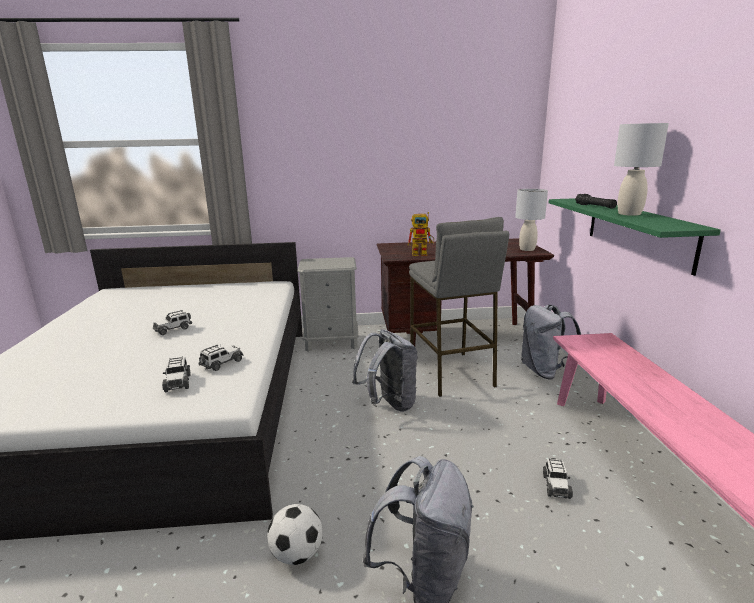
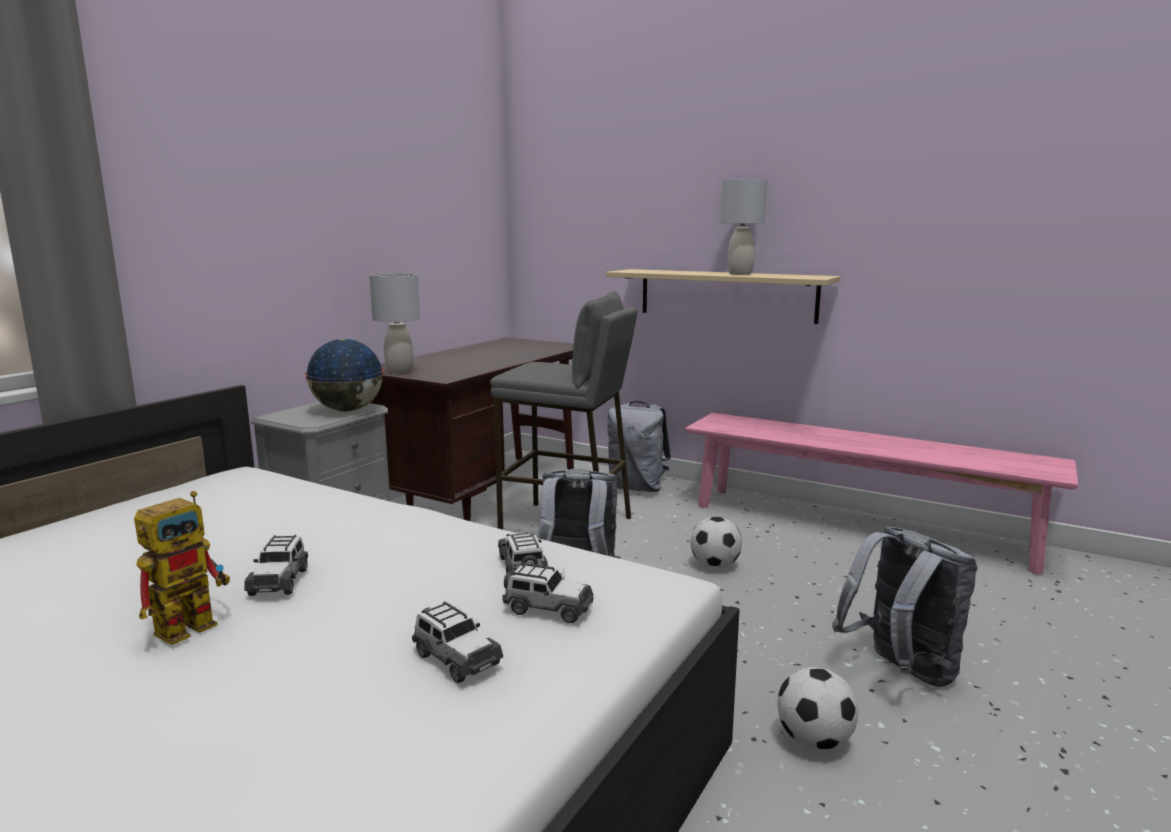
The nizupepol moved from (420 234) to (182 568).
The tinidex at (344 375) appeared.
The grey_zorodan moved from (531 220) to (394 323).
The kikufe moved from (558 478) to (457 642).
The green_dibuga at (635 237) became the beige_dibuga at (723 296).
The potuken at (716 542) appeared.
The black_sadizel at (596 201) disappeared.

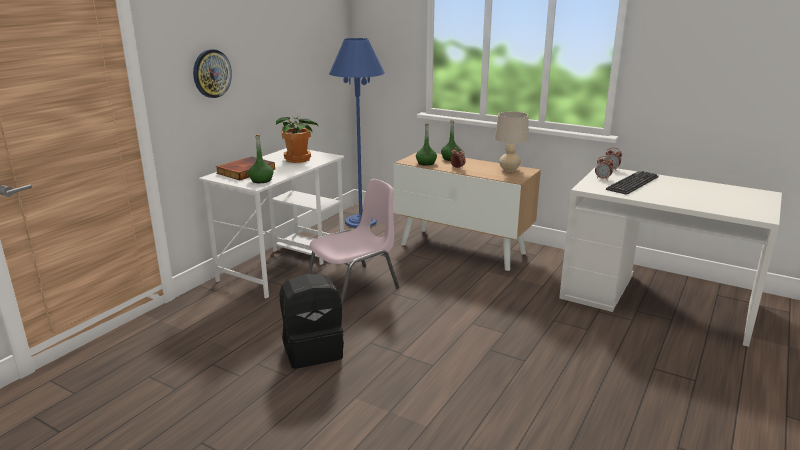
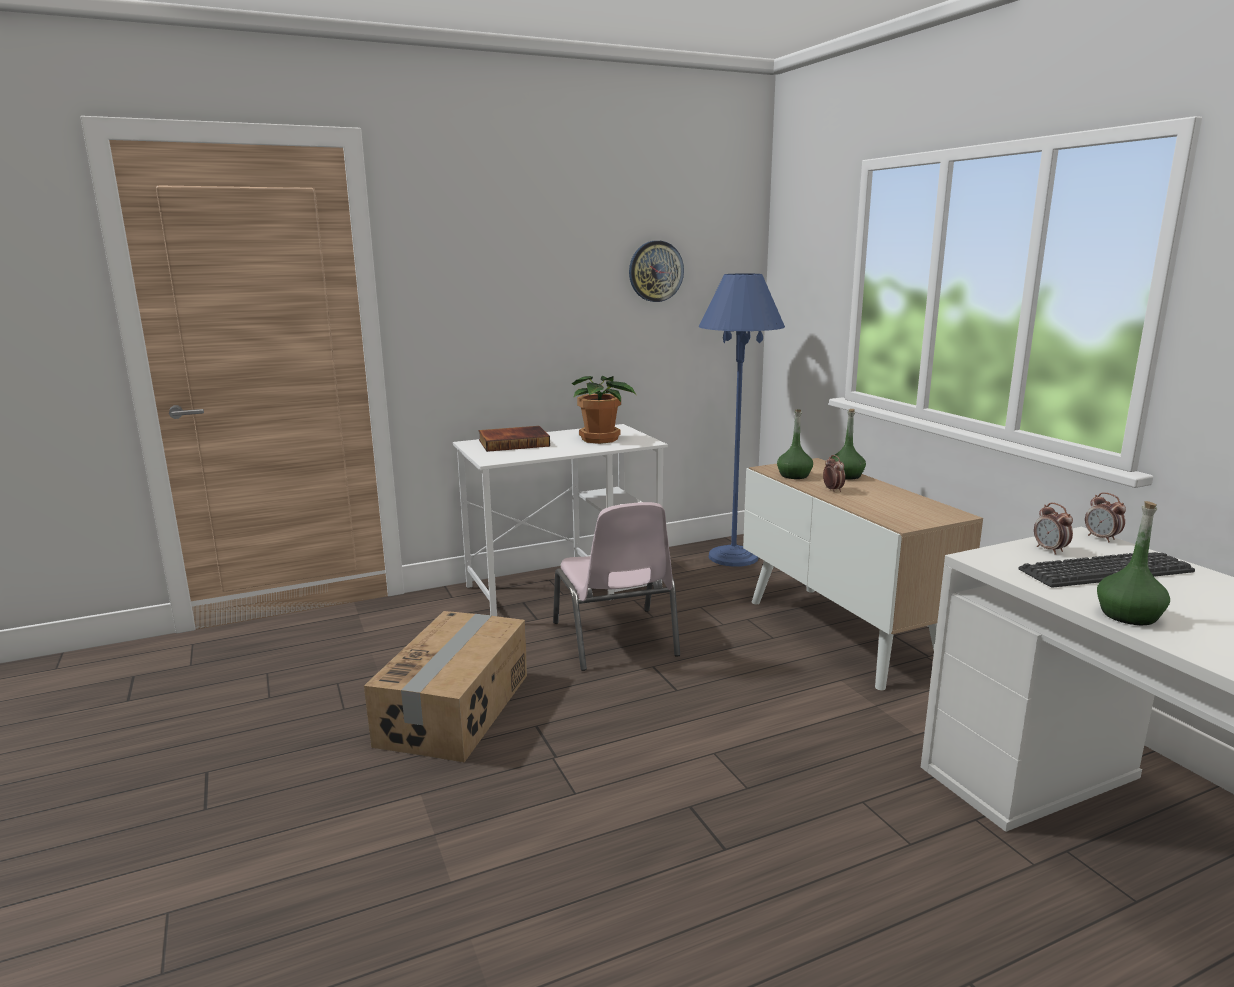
The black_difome at (312 321) was replaced by the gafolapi at (445 686).
The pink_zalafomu at (353 243) turned 75 degrees clockwise.
The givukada moved from (212 73) to (656 271).
The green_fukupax moved from (261 158) to (1133 563).
The beige_zorodan at (512 141) disappeared.

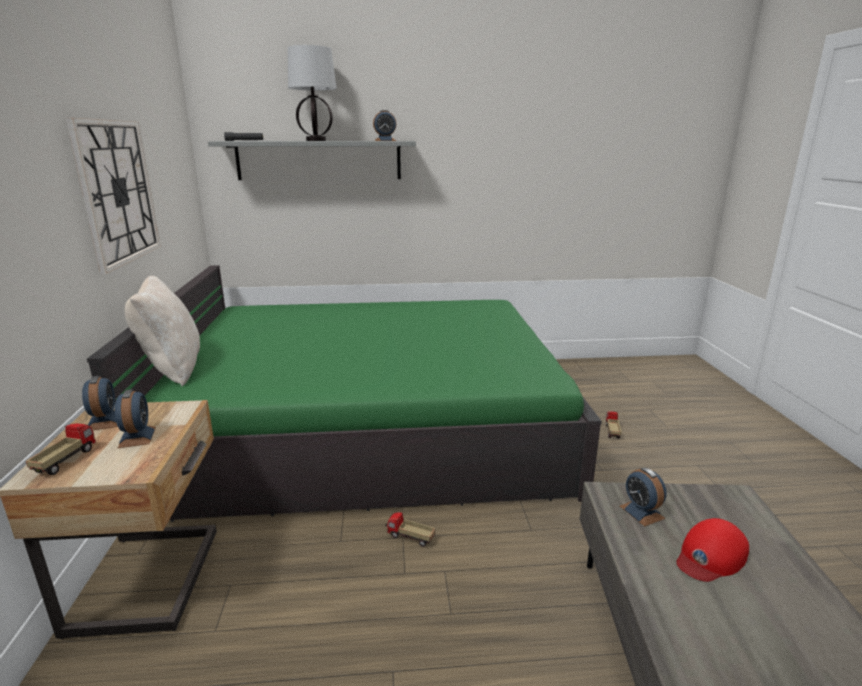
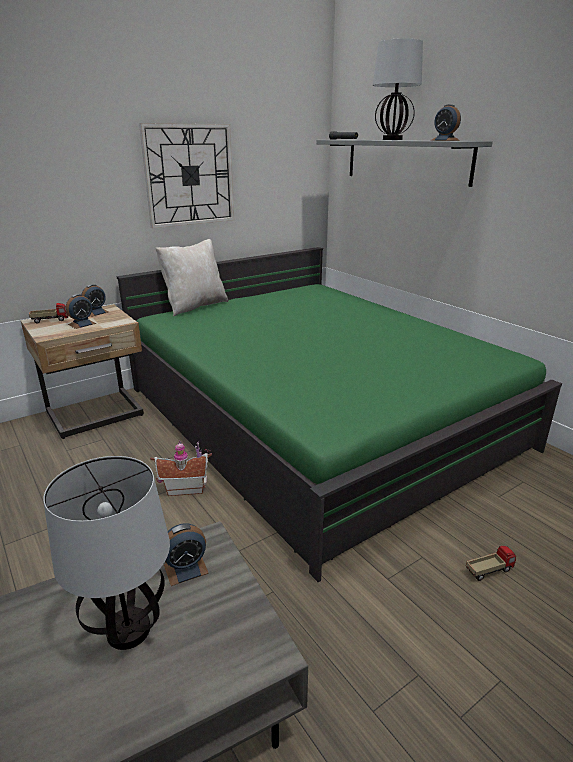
The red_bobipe at (712 550) was replaced by the zorodan at (106 553).
The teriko at (410 529) was replaced by the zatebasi at (181 468).
The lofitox at (643 497) turned 150 degrees counterclockwise.

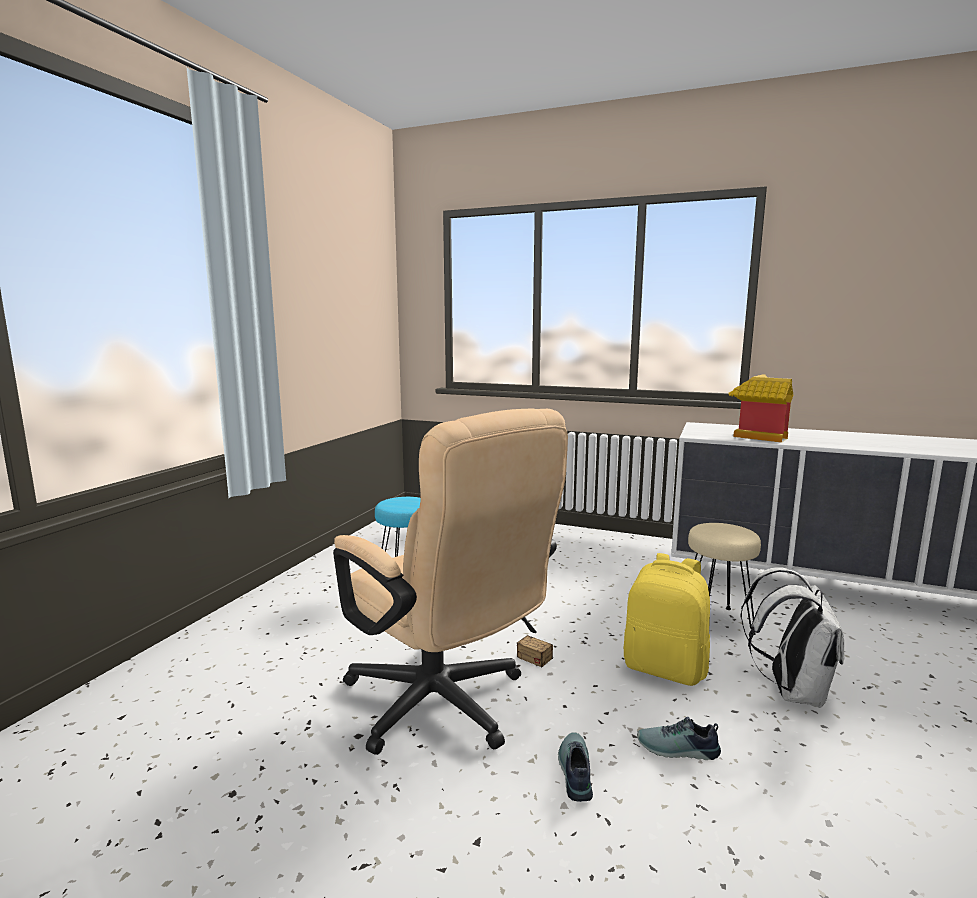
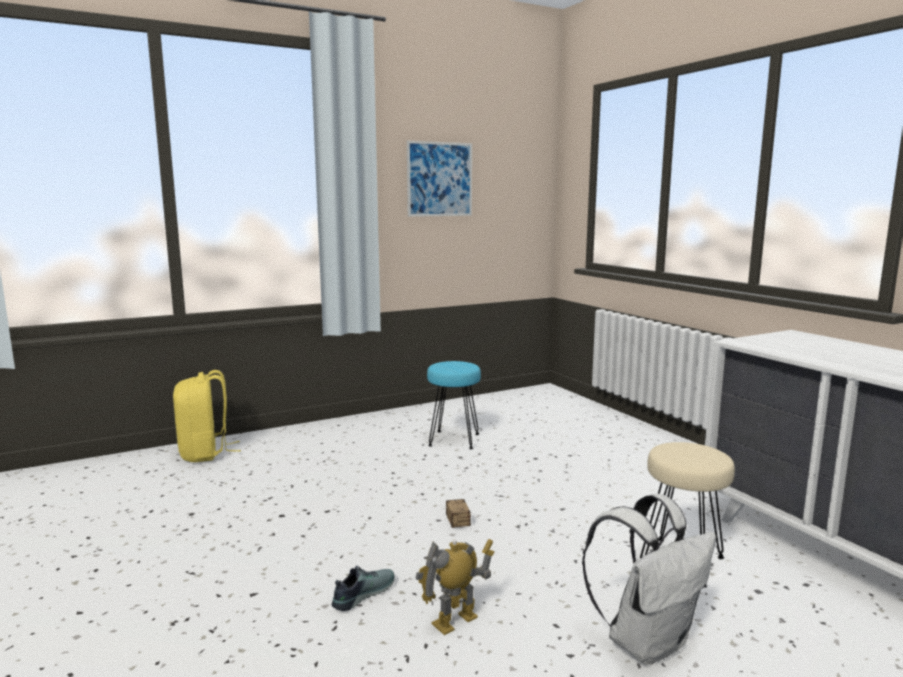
The yellow_difome moved from (667 619) to (207 416).
The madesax at (439 179) appeared.
The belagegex at (679 738) was replaced by the nizupepol at (454 587).
The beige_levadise at (450 581) disappeared.
The zatebasi at (760 408) disappeared.

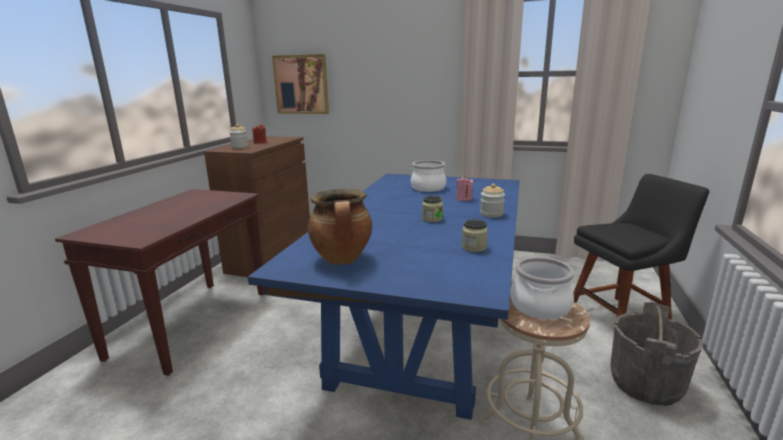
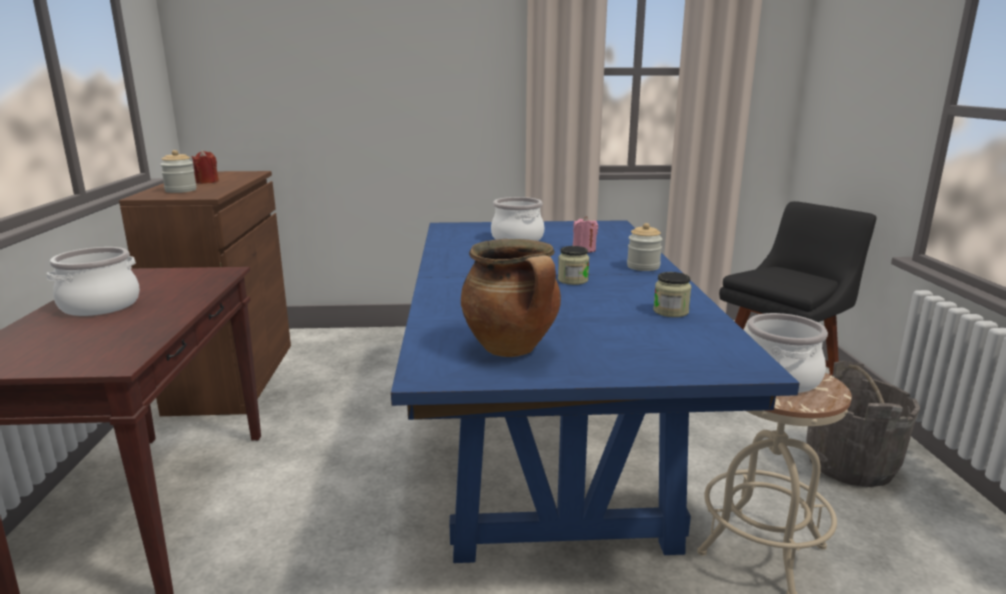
The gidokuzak at (93 281) appeared.
The madesax at (300 84) disappeared.

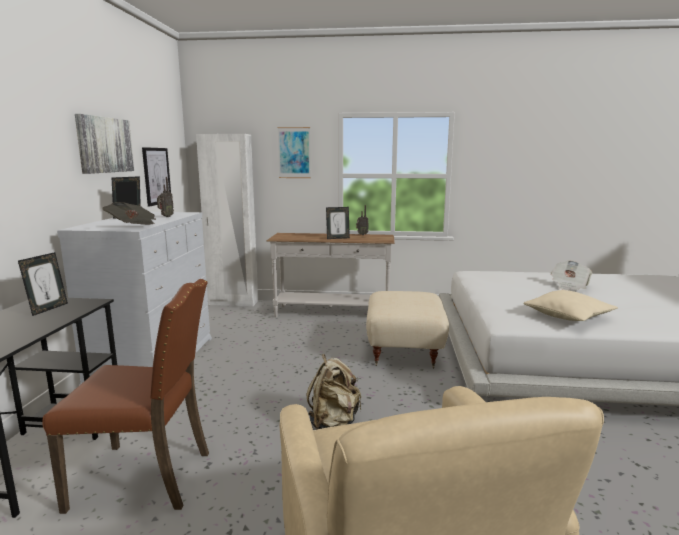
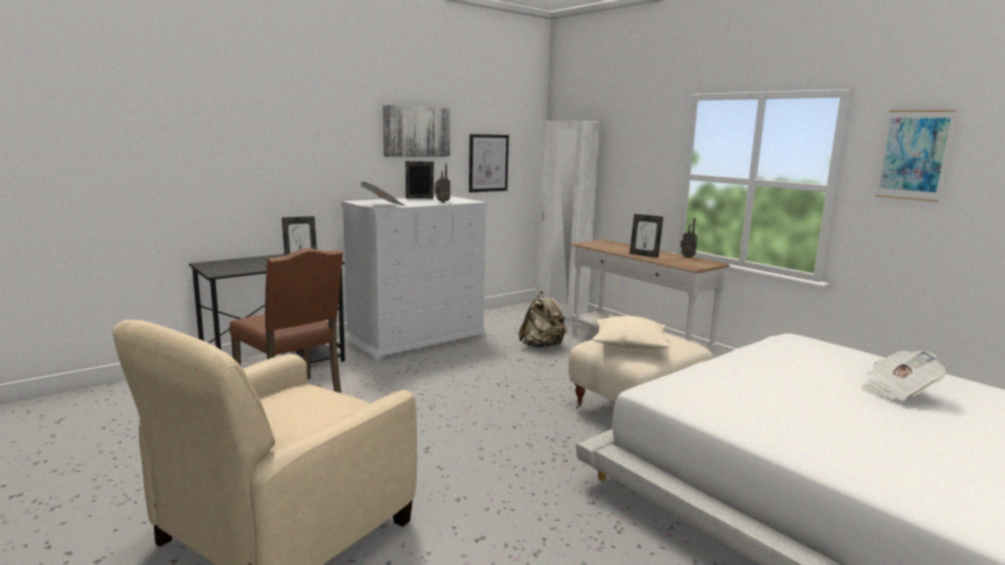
The beige_difome moved from (334 392) to (543 319).
The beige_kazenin moved from (570 305) to (631 332).
The madesax moved from (294 152) to (915 156).

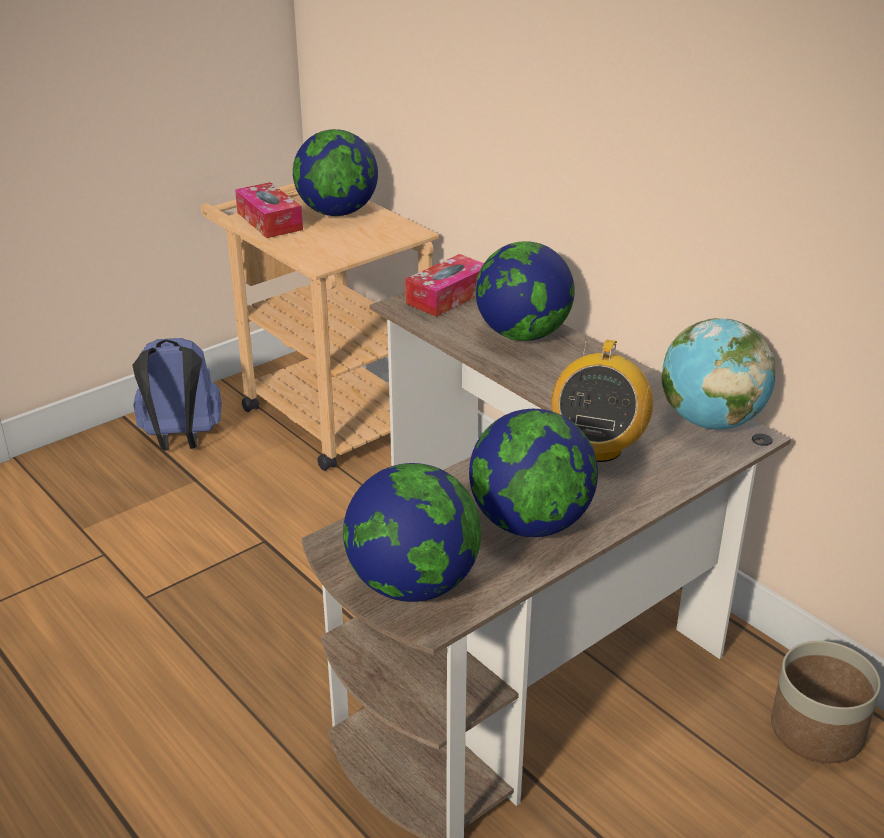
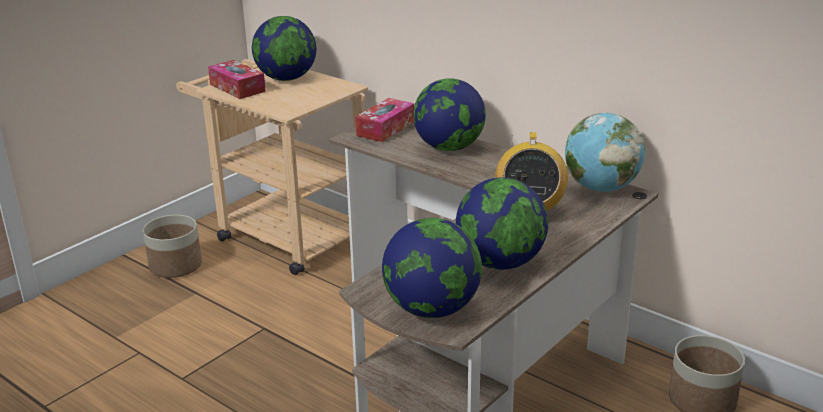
The blue_difome at (177 394) was replaced by the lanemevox at (172 246).

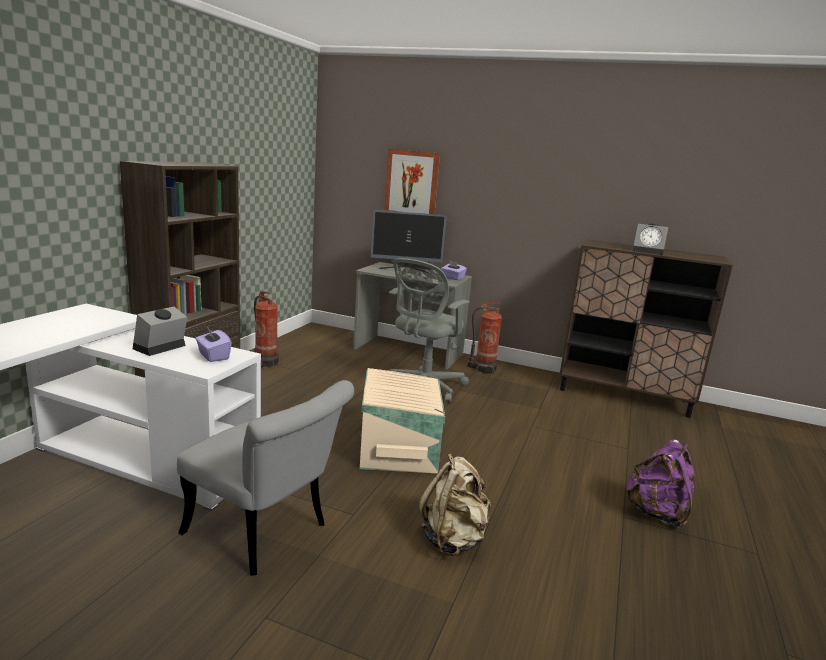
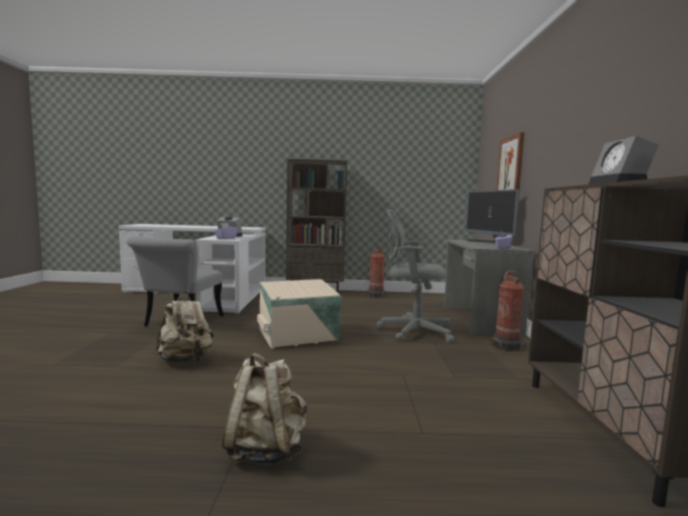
The purple_difome at (660 483) became the beige_difome at (264 409).

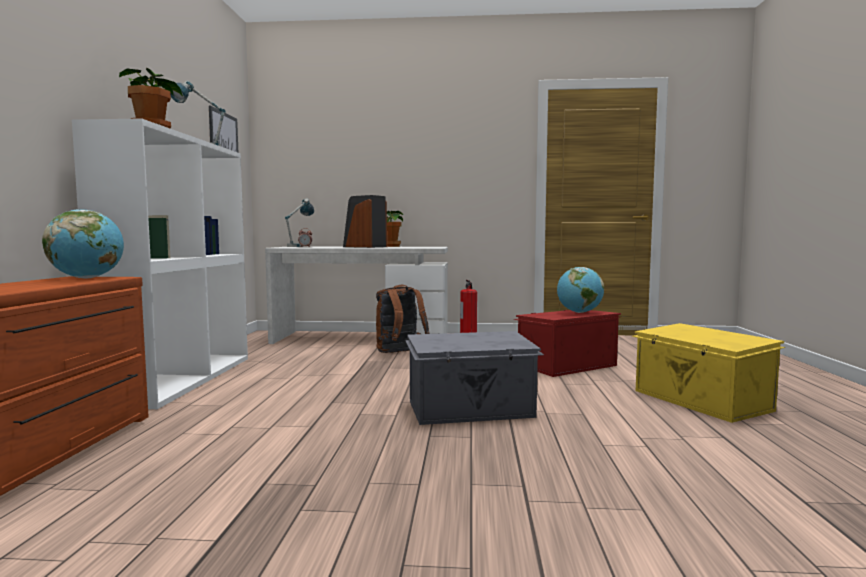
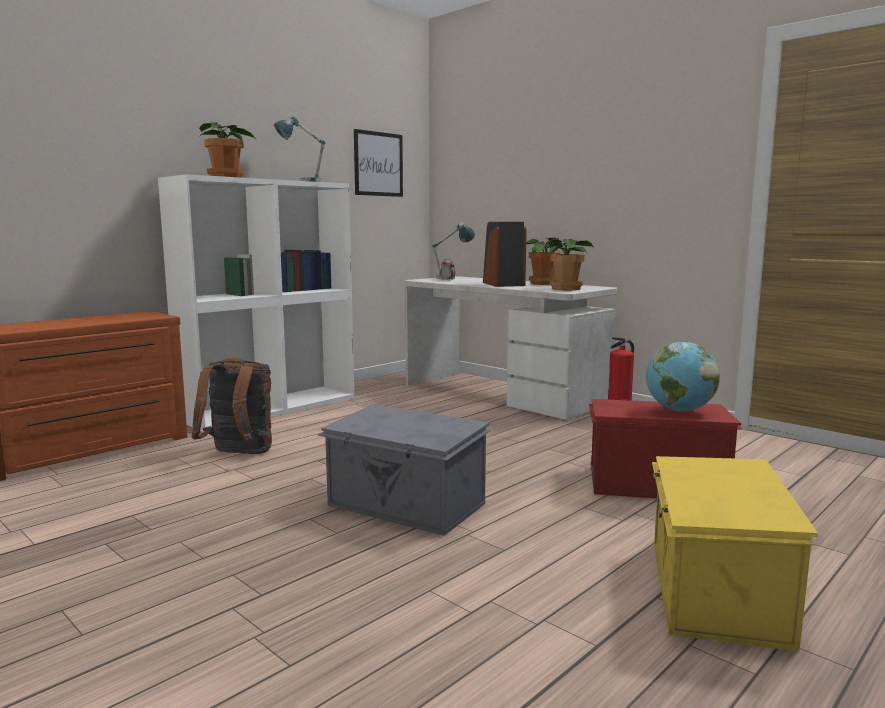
The brown_difome moved from (403 319) to (232 406).
The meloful at (570 264) appeared.
The tinidex at (83 244) disappeared.

